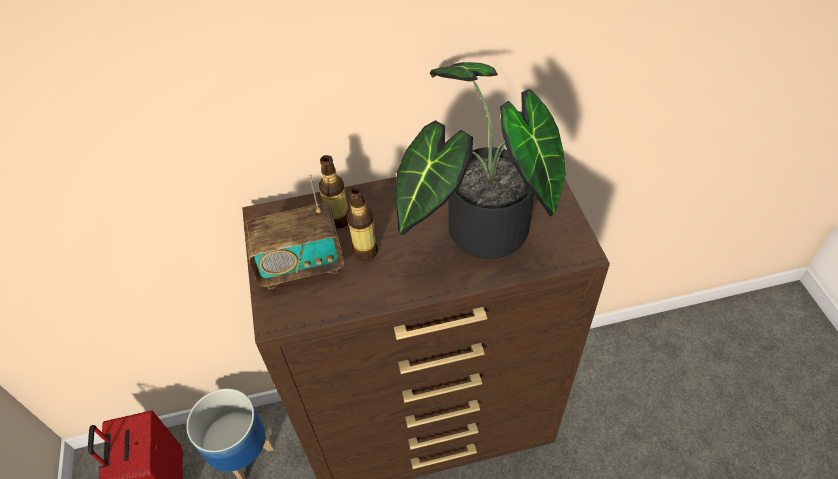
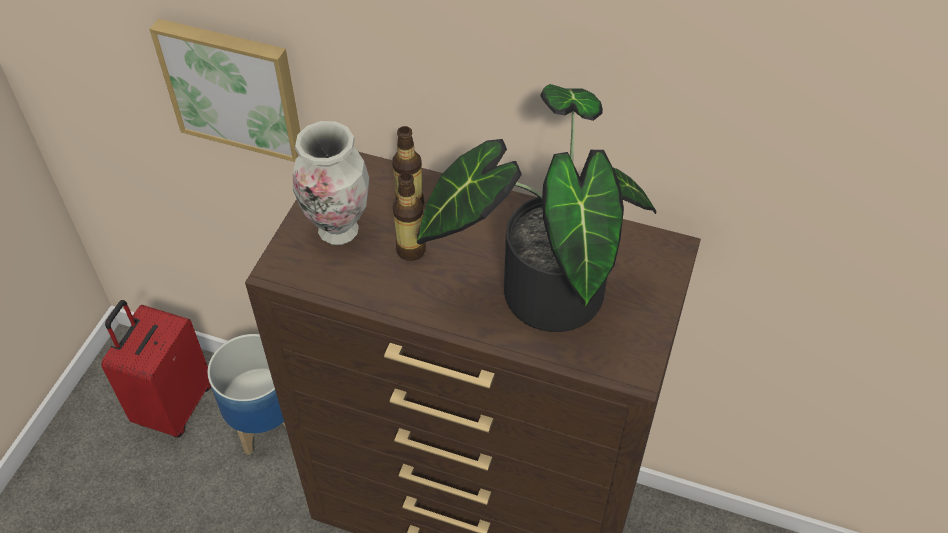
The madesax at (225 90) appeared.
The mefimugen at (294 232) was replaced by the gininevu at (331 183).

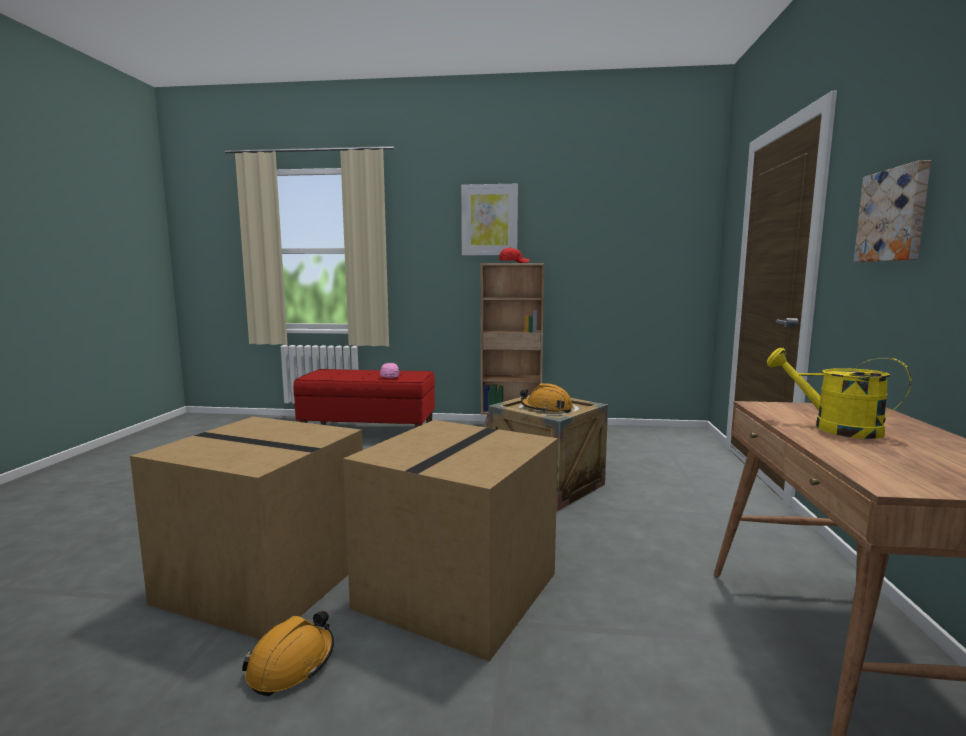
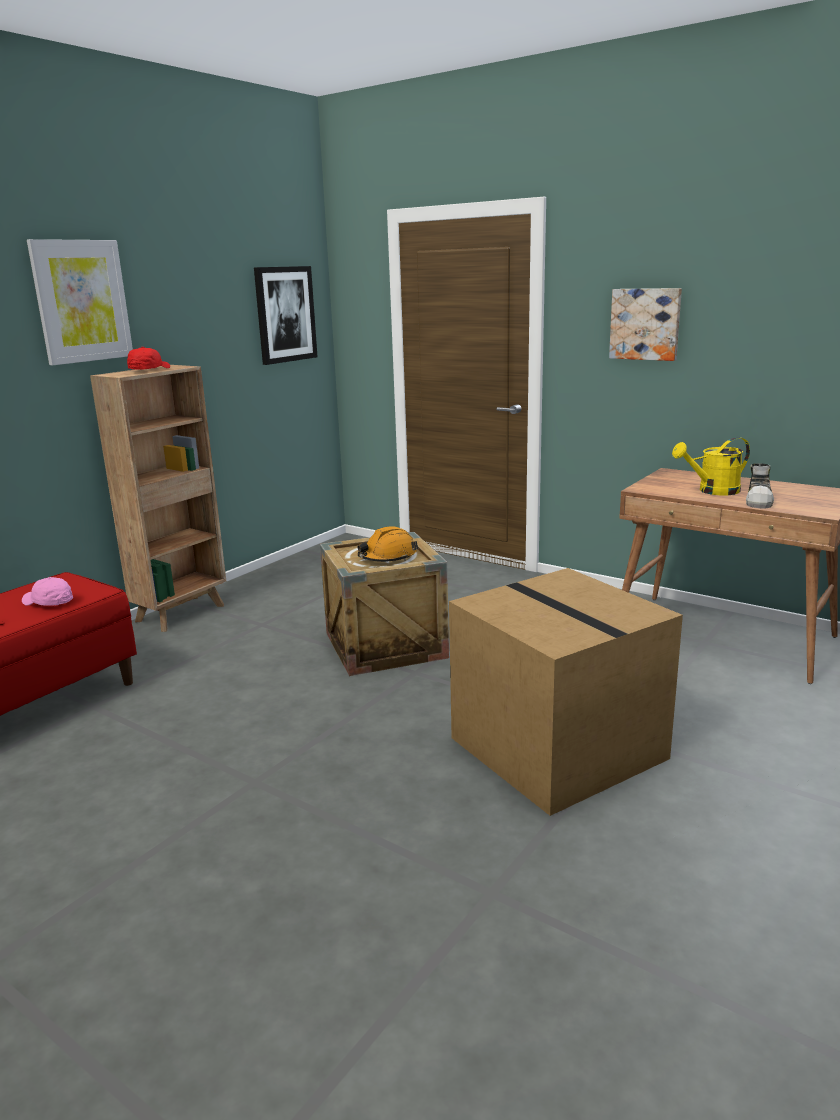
The madesax at (285 315) appeared.
The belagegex at (760 485) appeared.
The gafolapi at (246 528) disappeared.
The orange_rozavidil at (288 653) disappeared.

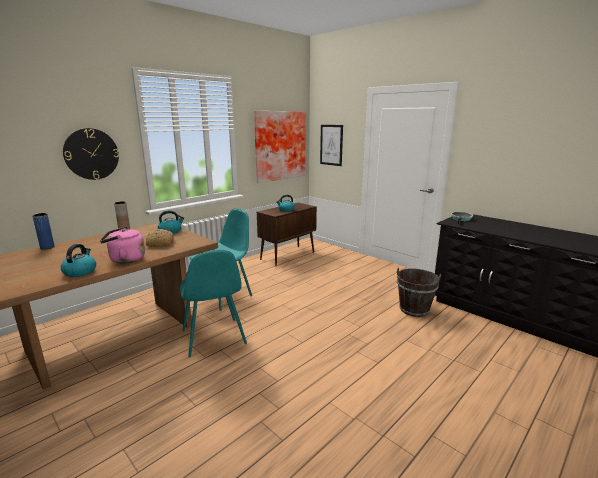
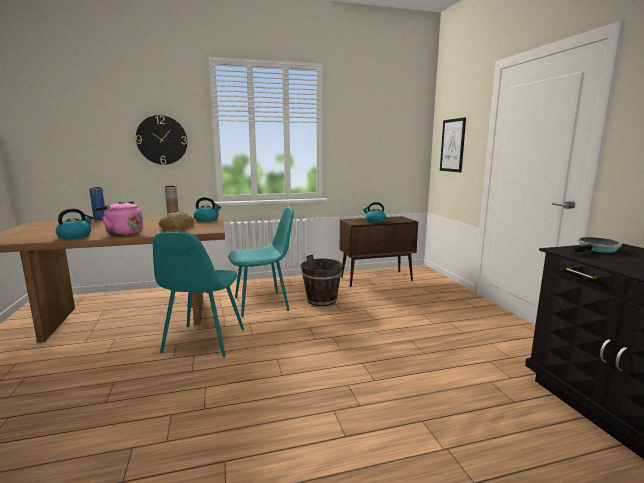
The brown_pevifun moved from (419 292) to (322 280).
The madesax at (280 147) disappeared.

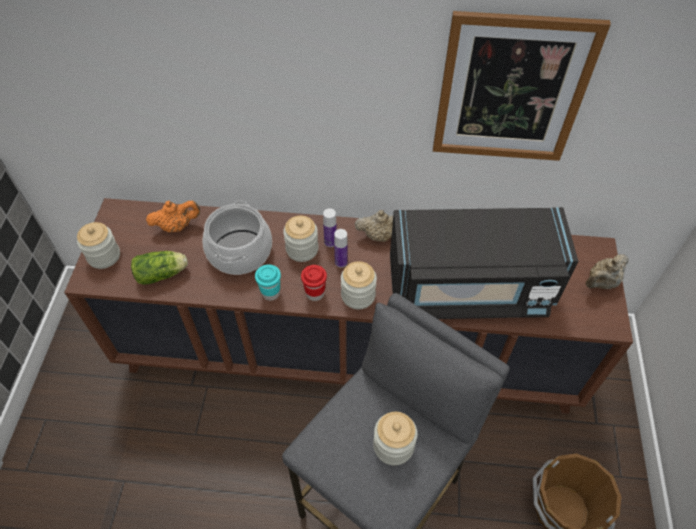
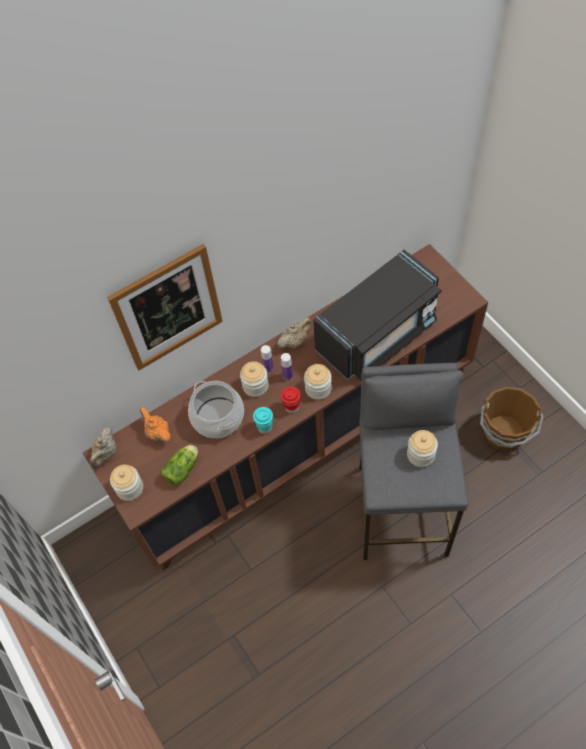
The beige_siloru moved from (607 271) to (103 447).
The madesax moved from (522 86) to (165 307).
The orange_siloru at (173 216) turned 75 degrees counterclockwise.

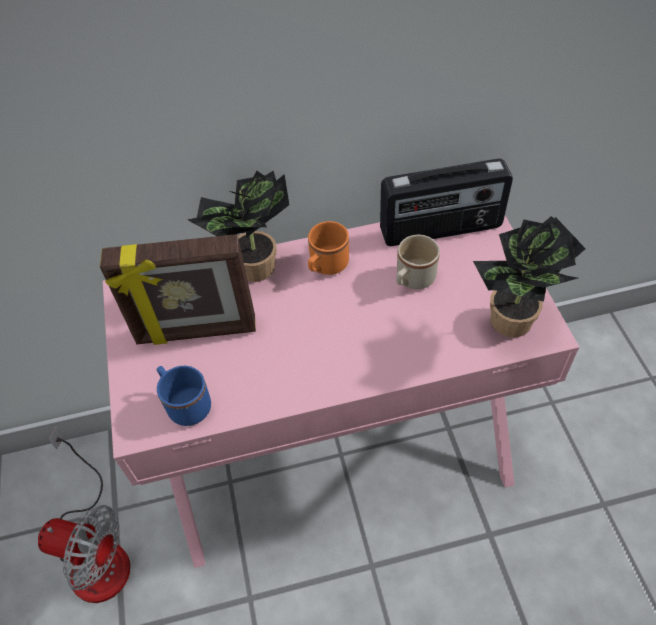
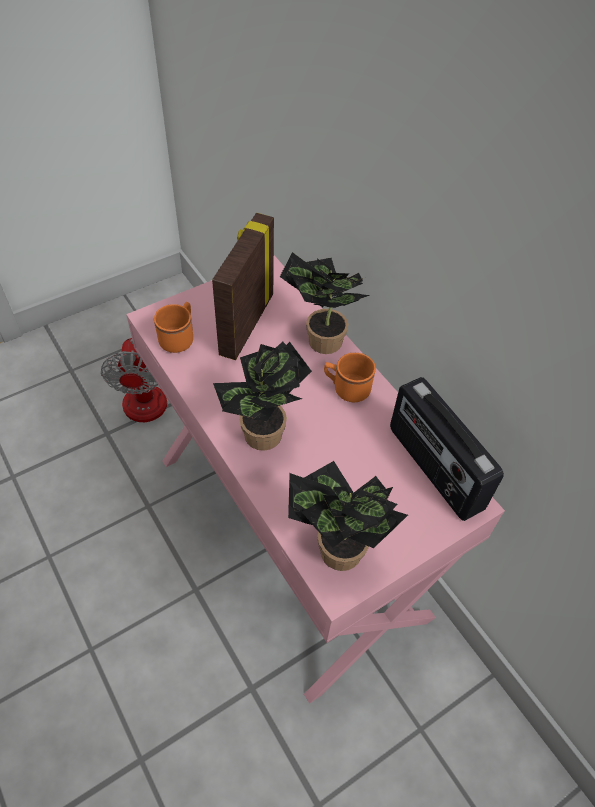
The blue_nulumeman at (184 396) became the orange_nulumeman at (173 327).
The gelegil at (178 289) turned 45 degrees clockwise.
The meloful at (262 396) appeared.
The beige_nulumeman at (418 261) disappeared.

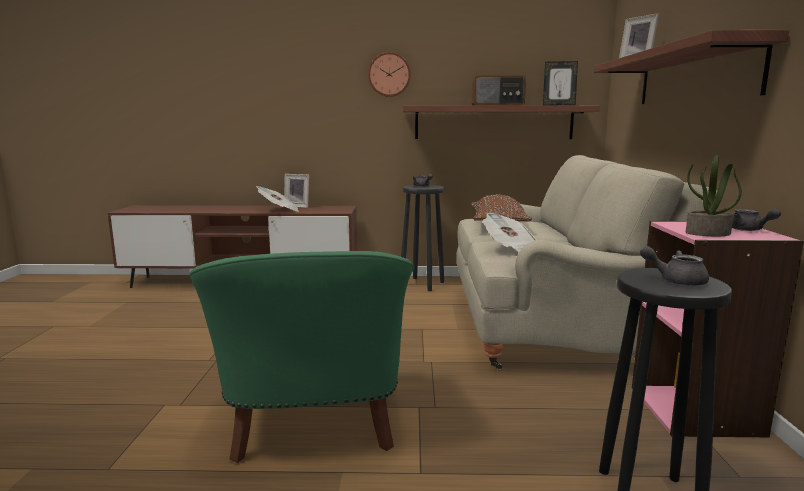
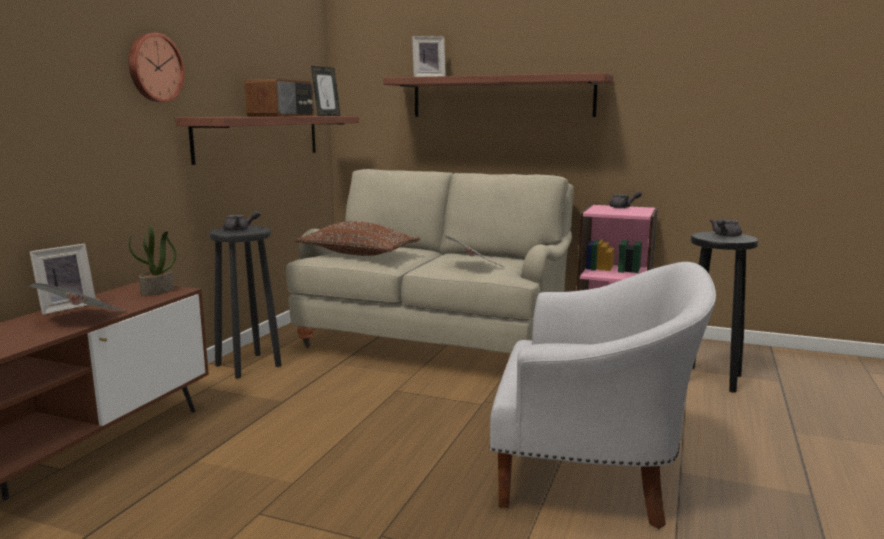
The meloful moved from (714 195) to (152 260).
The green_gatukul at (301 357) became the white_gatukul at (602 395).

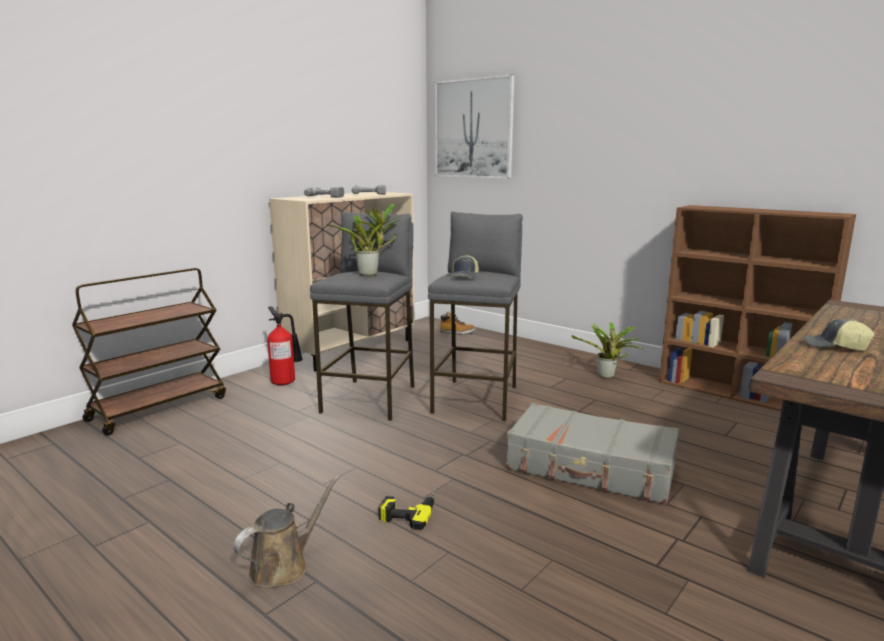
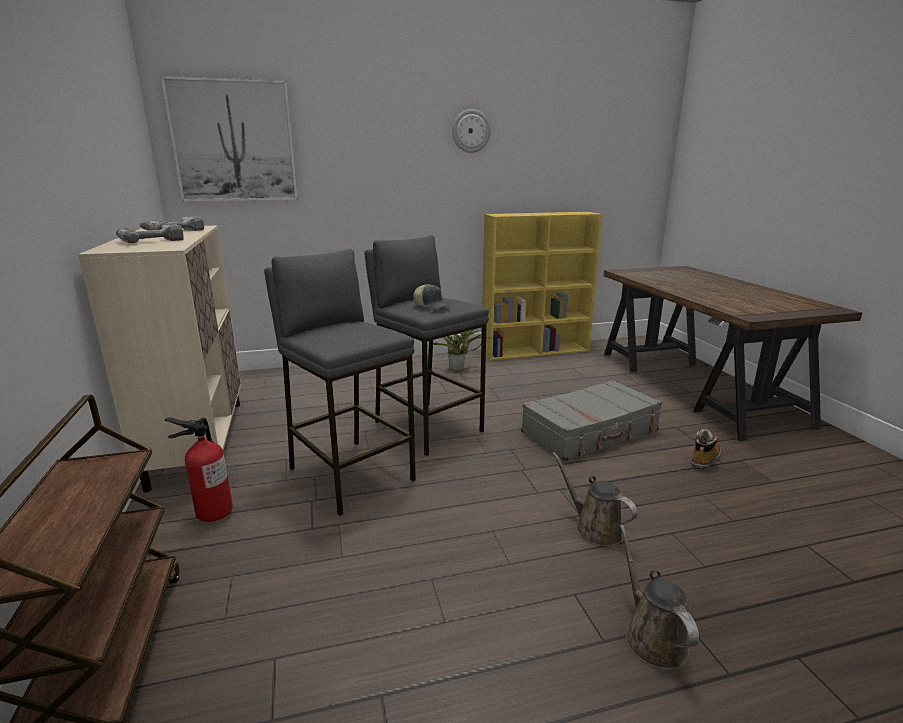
The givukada at (471 131) appeared.
The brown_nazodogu at (757 308) became the yellow_nazodogu at (542 286).
The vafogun at (408 509) was replaced by the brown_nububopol at (595 499).
The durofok moved from (457 323) to (706 449).
The meloful at (363 239) disappeared.
The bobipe at (839 334) disappeared.

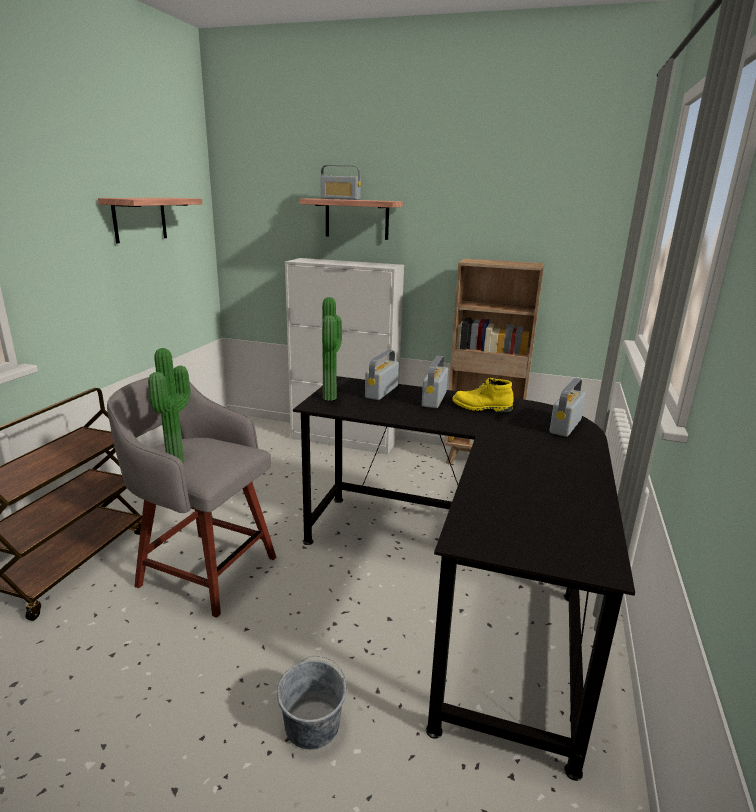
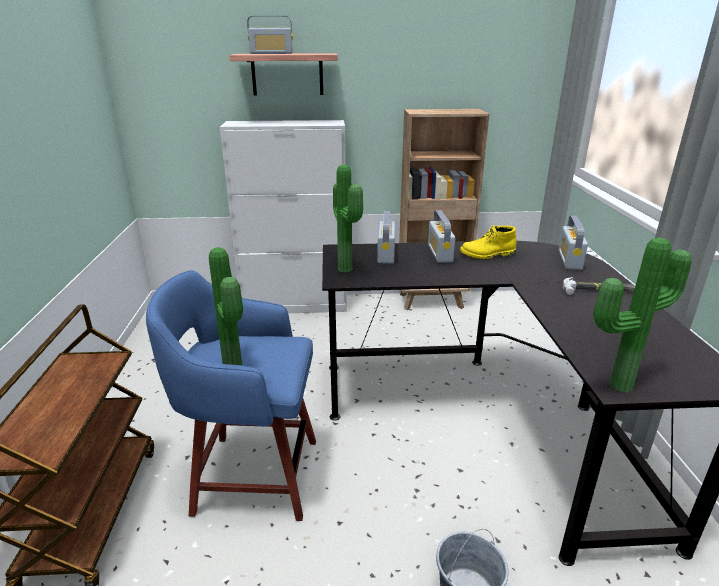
The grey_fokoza at (191 497) became the blue_fokoza at (231 395).
The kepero at (599 286) appeared.
The meloful at (642 315) appeared.
The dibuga at (150 220) disappeared.

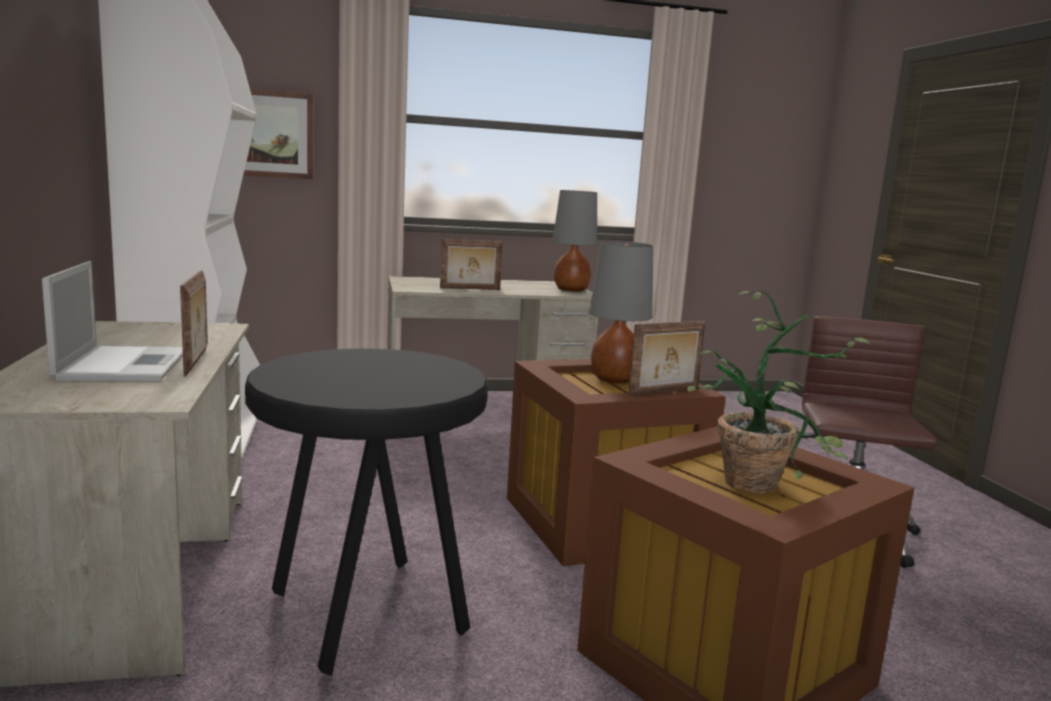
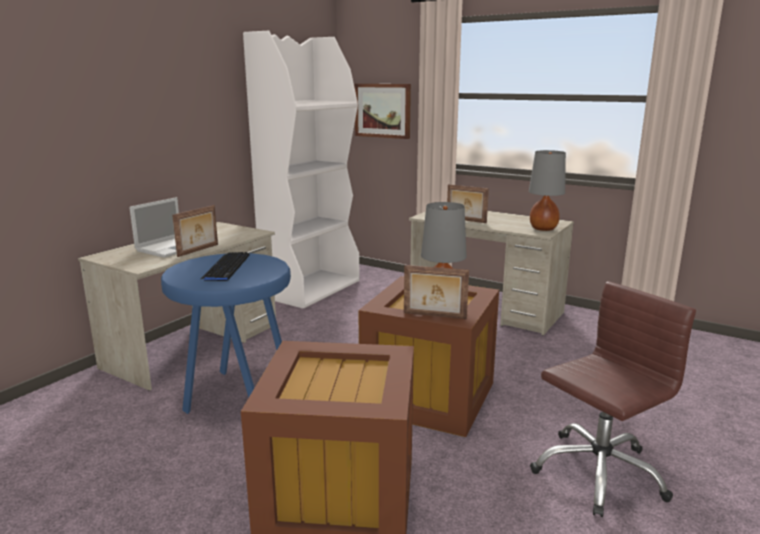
The black_fokoza at (366 511) became the blue_fokoza at (226 333).
The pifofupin at (225 266) appeared.
The meloful at (779 392) disappeared.

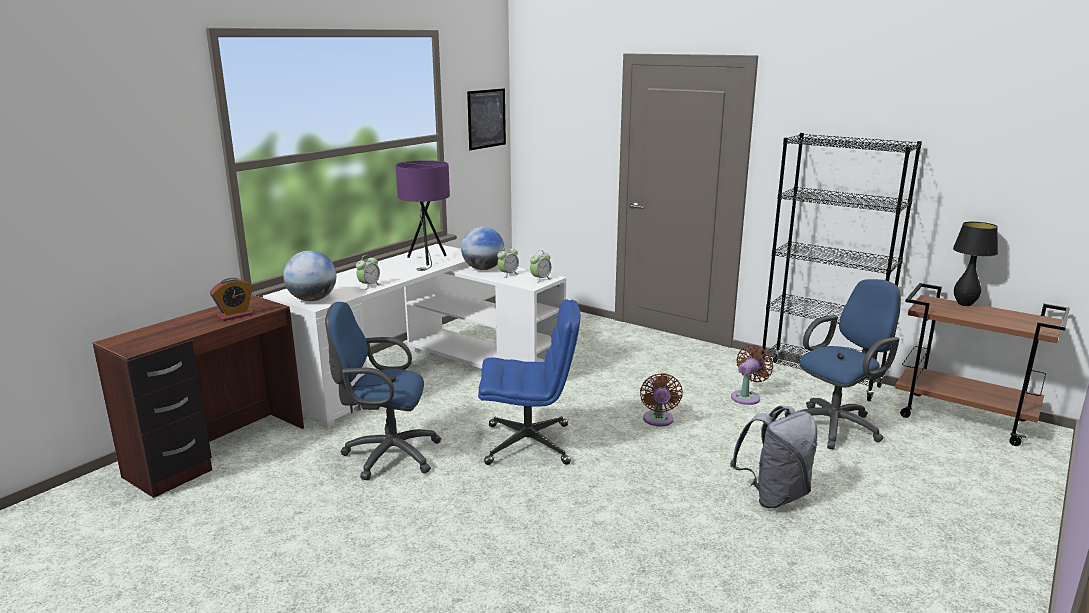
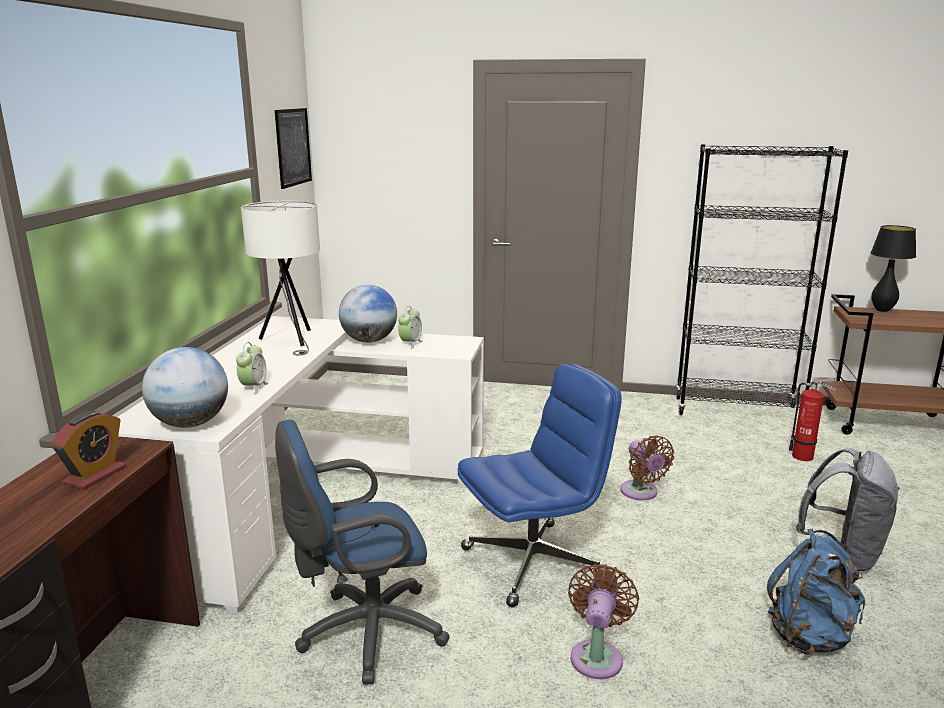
The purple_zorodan at (423 215) became the white_zorodan at (280 278).
The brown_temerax moved from (752 375) to (603 621).
The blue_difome at (816 591) appeared.
The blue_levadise at (849 364) was replaced by the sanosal at (812 419).
The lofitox at (541 266) disappeared.

